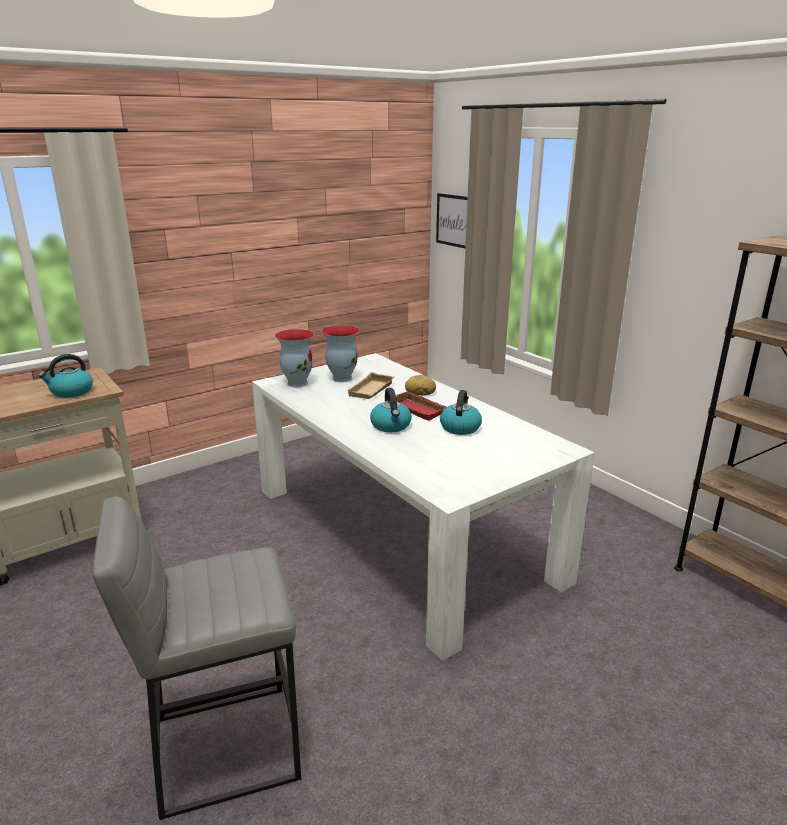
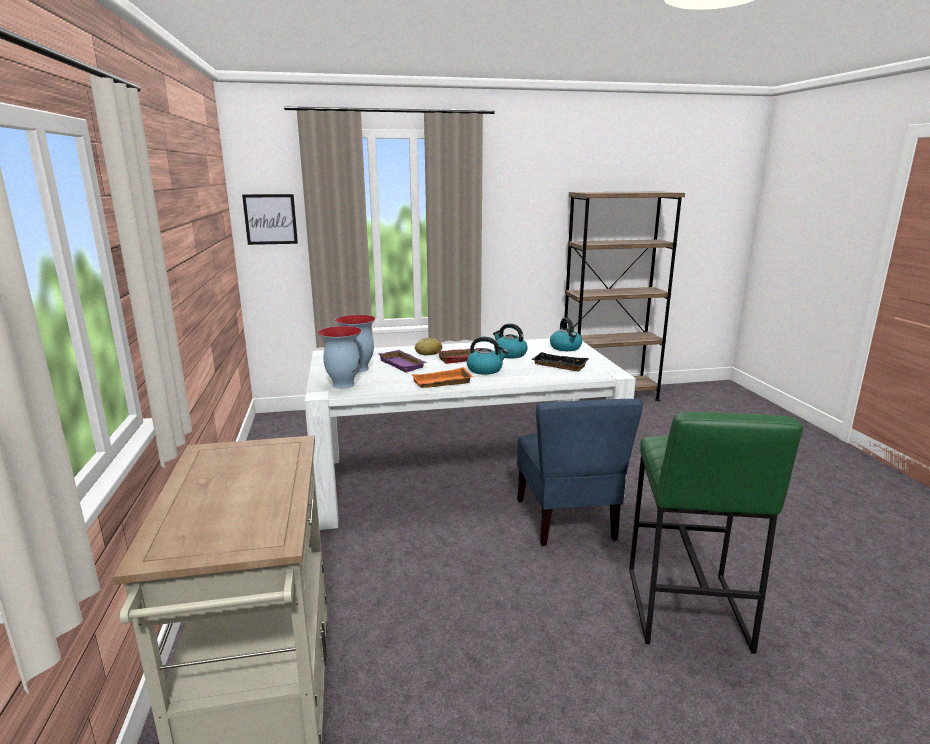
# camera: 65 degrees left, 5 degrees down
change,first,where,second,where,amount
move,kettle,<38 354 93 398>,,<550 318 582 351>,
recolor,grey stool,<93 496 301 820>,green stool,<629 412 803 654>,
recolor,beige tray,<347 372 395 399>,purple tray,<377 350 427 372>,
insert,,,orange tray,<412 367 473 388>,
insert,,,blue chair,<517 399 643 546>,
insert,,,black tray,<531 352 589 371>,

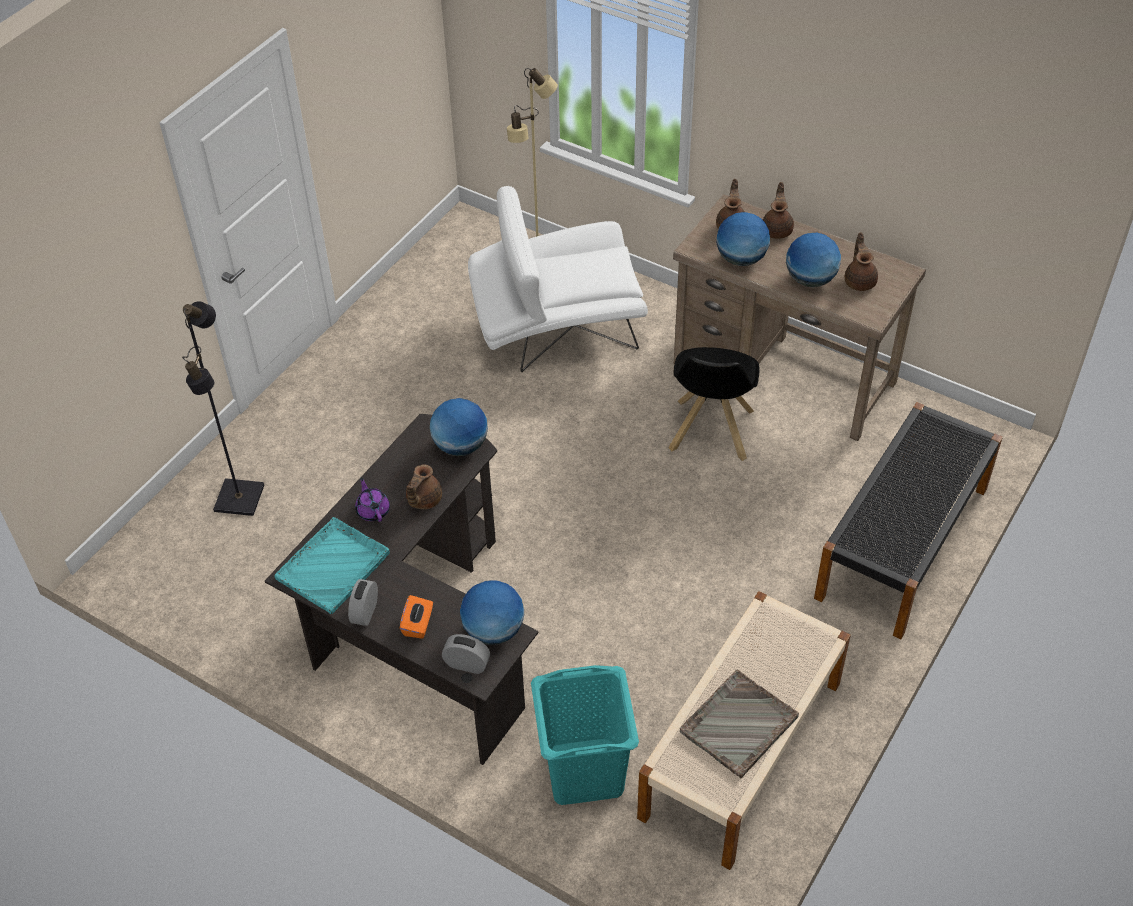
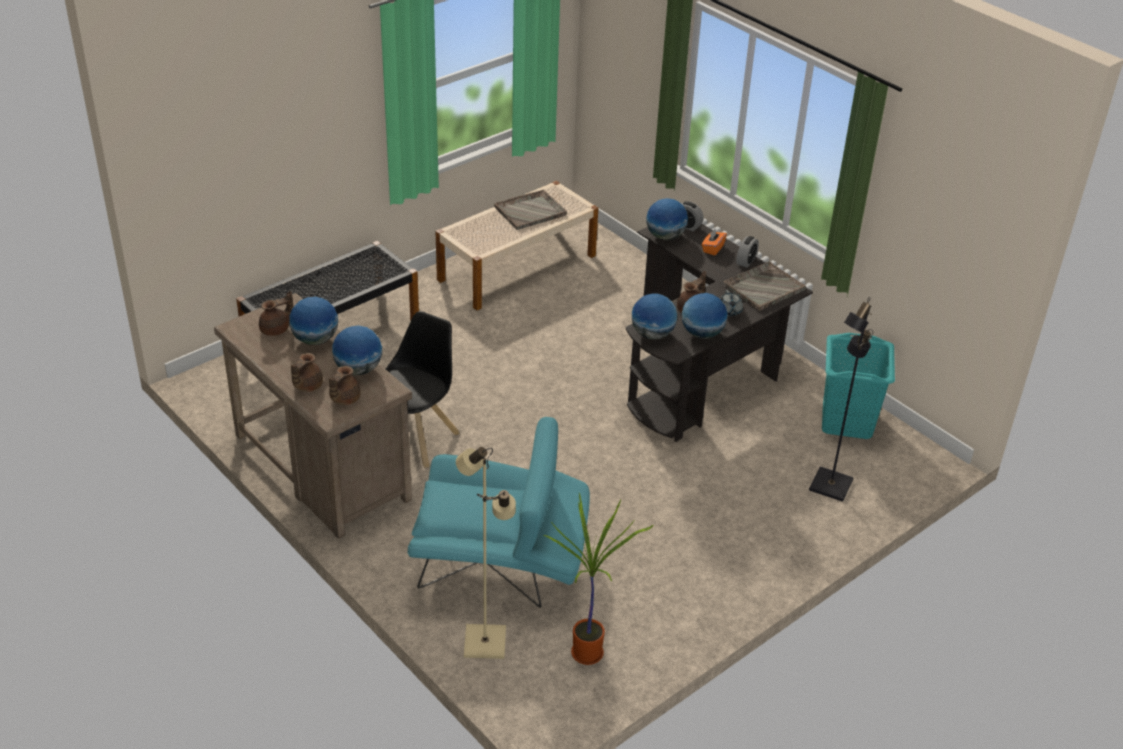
# camera: 165 degrees left, 10 degrees down
change,first,where,second,where,amount
recolor,turquoise tray,<274 517 390 614>,grey tray,<723 262 806 311>,
recolor,purple teapot,<355 477 390 522>,grey teapot,<720 290 743 316>,
recolor,white armchair,<468 186 648 372>,turquoise armchair,<408 417 590 608>,
move,turquoise laundry basket,<531 665 639 805>,,<822 333 895 439>,
rotate,brown teapot,<845 232 878 291>,,<259 291 293 336>,135 degrees counterclockwise
insert,,,potted plant,<544 493 654 665>,
insert,,,globe,<682 293 728 339>,

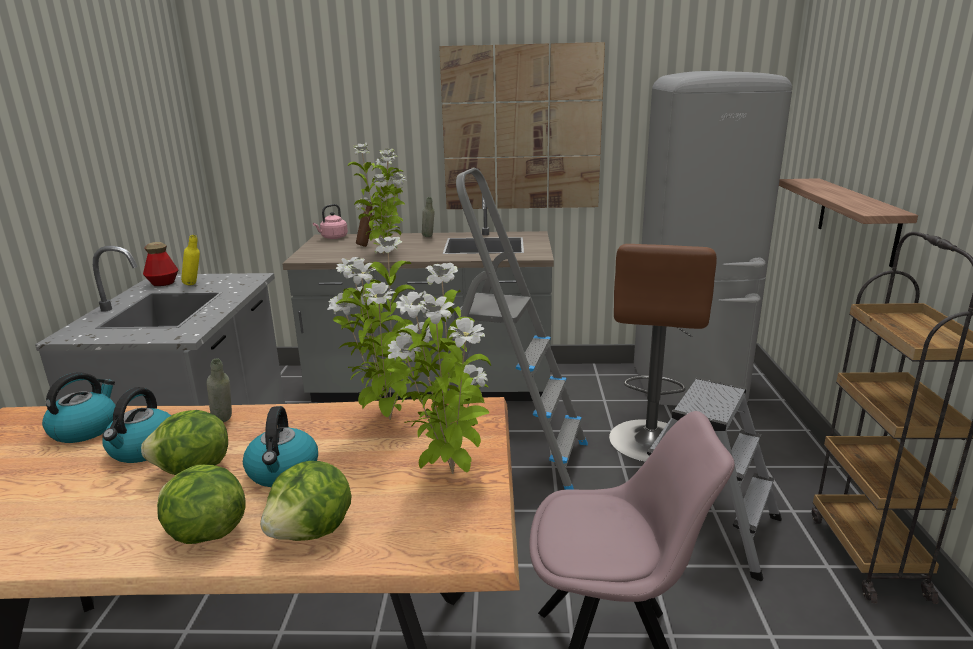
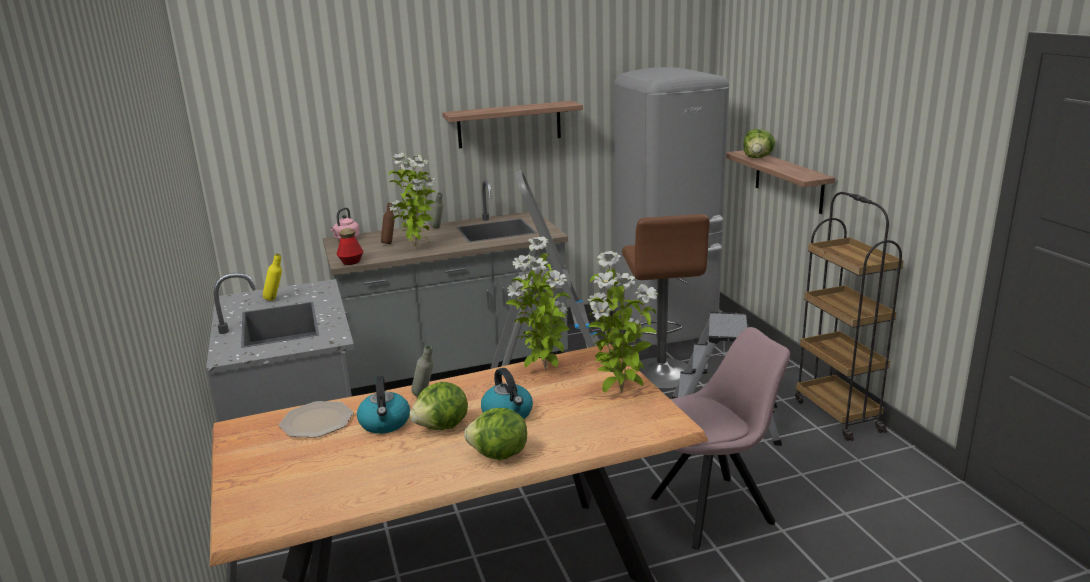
# camera: 20 degrees left, 0 degrees up
change,first,where,second,where,amount
replace,kettle,<42 372 116 443>,plate,<279 401 353 438>,
move,bottle,<143 242 178 286>,,<336 228 364 265>,
move,lettuce,<260 461 351 541>,,<744 129 775 158>,
replace,picture,<439 42 605 209>,shelf,<442 101 583 148>,

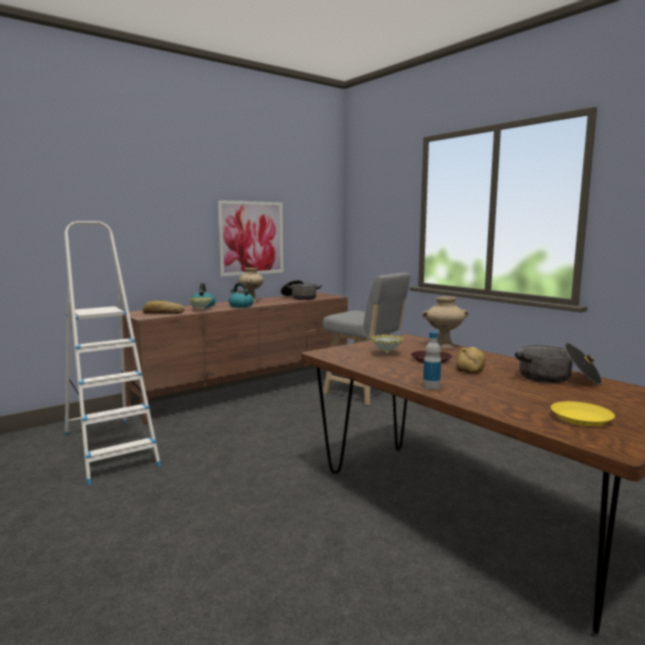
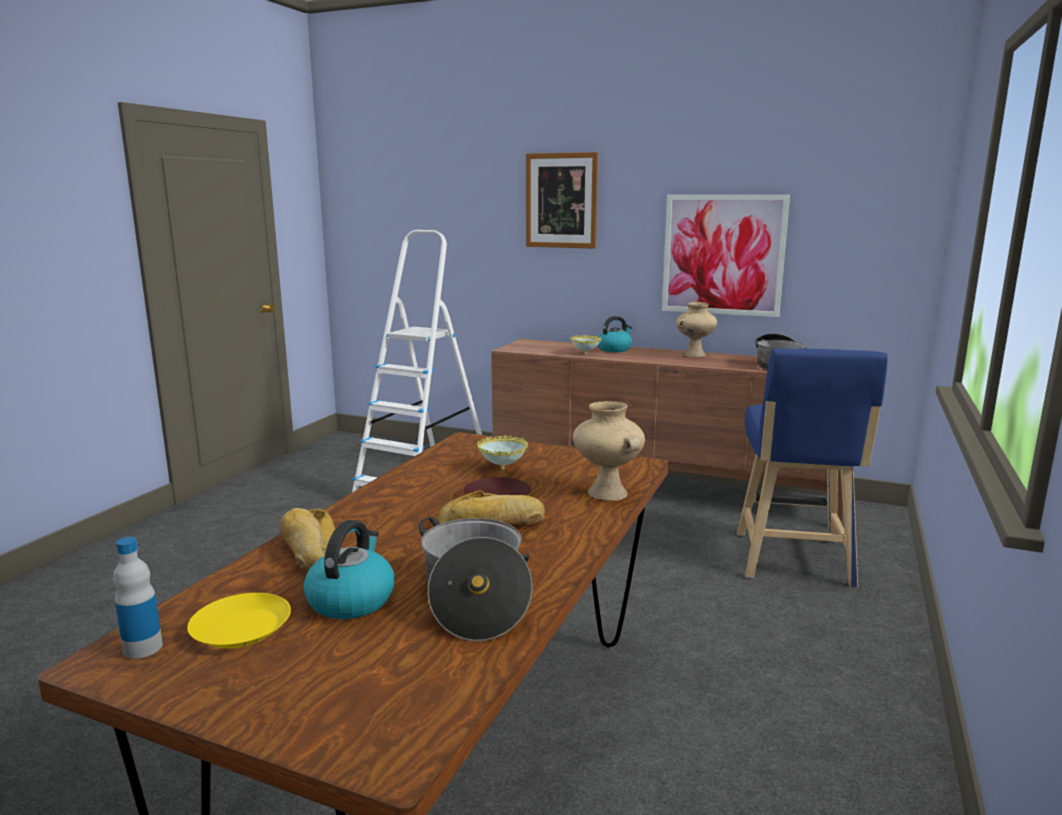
# camera: 60 degrees right, 5 degrees up
change,first,where,second,where,amount
move,bread,<143 300 184 314>,,<280 508 341 573>,
move,kettle,<229 283 254 308>,,<304 520 395 619>,
recolor,grey stool,<322 273 410 406>,blue stool,<737 348 888 587>,
move,bottle,<423 332 441 389>,,<113 537 163 659>,
insert,,,picture,<526 152 598 249>,

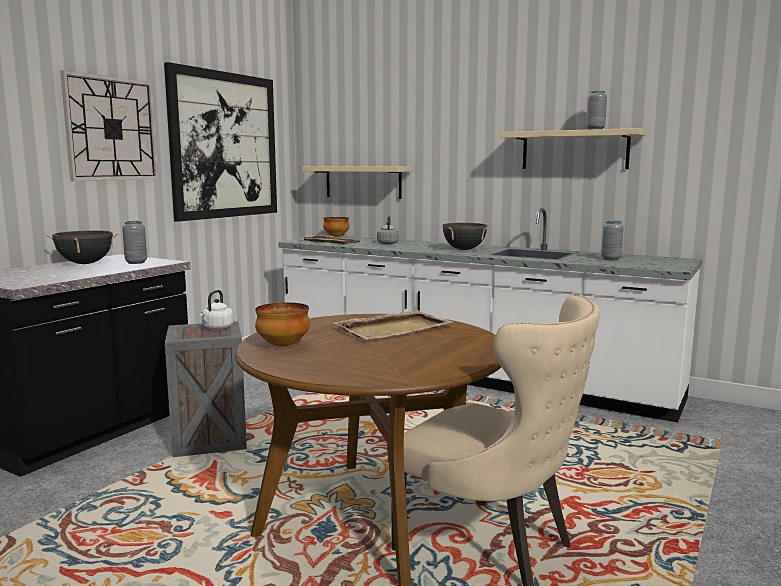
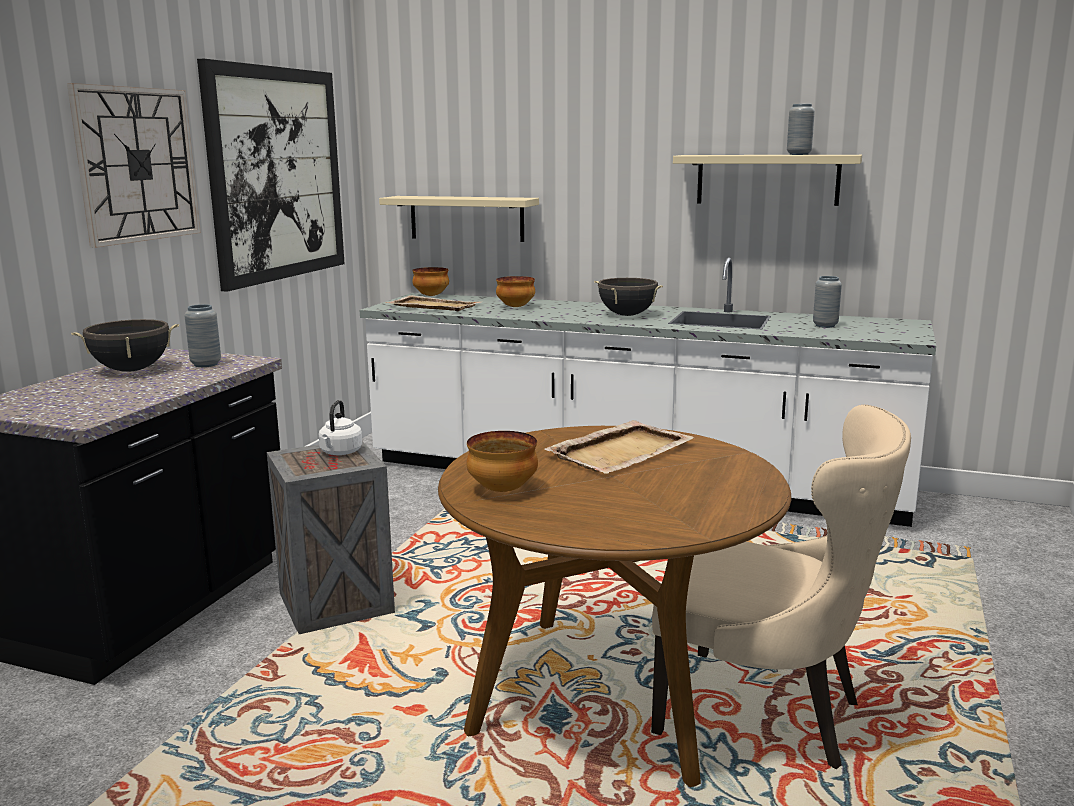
# camera: 10 degrees left, 5 degrees up
change,first,where,second,where,amount
replace,grey kettle,<377 216 399 244>,bowl,<496 276 535 307>,

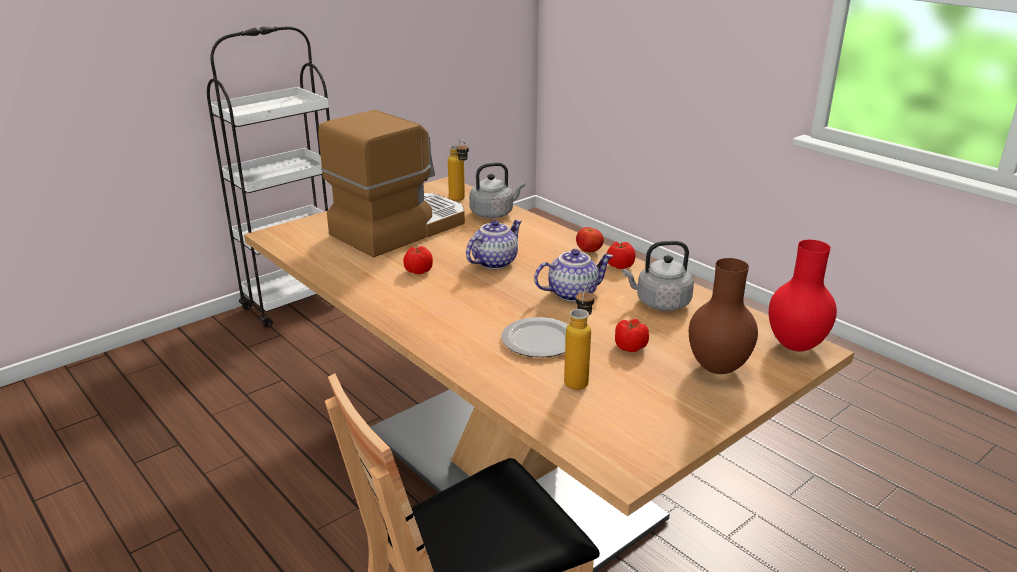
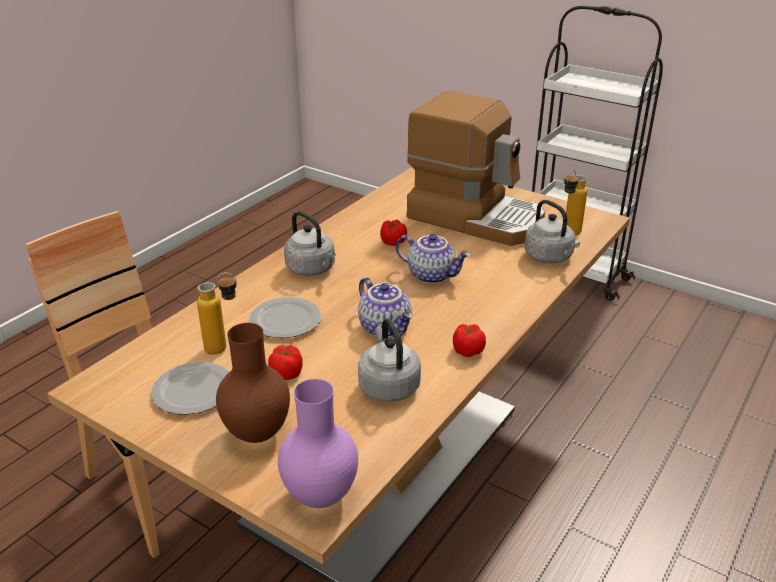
# camera: 75 degrees right, 5 degrees up
change,first,where,second,where,amount
delete,tomato,<576 227 604 252>,,,
recolor,red vase,<769 240 837 351>,purple vase,<278 379 358 508>,
insert,,,plate,<151 362 229 415>,
insert,,,grey kettle,<284 211 336 276>,

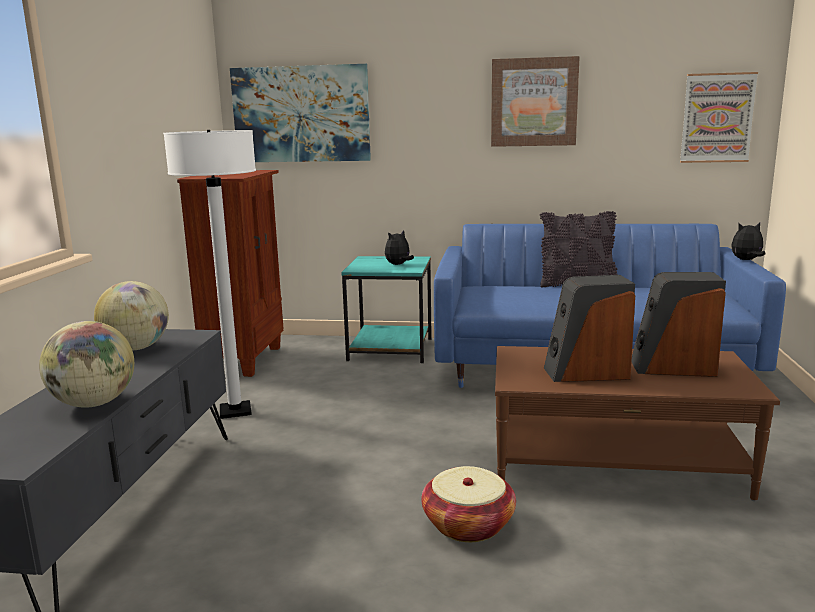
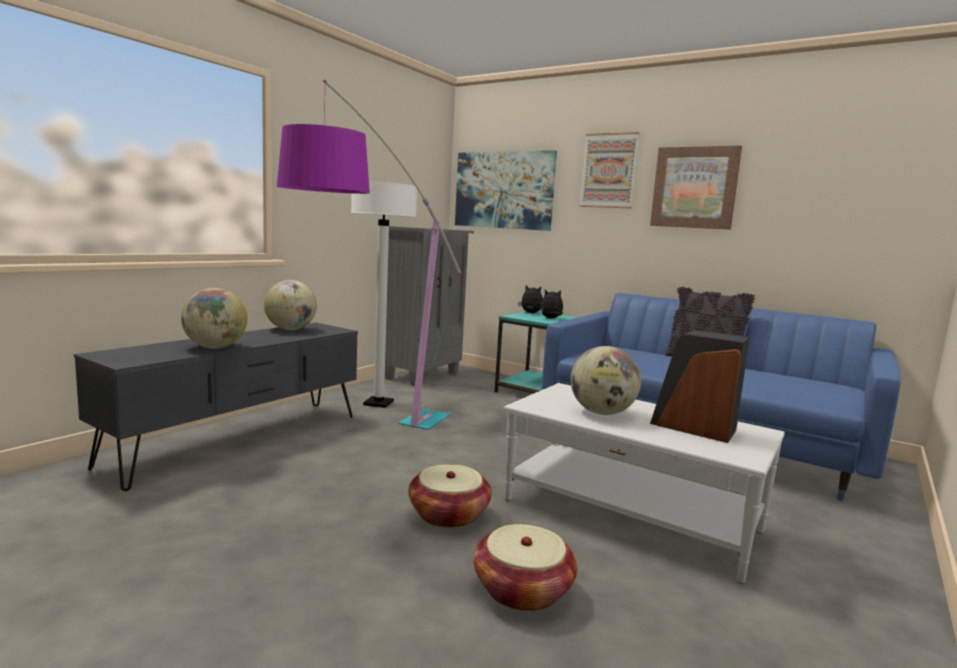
# camera: 25 degrees right, 5 degrees down
change,first,where,second,where,amount
recolor,brown cabinet,<177 170 283 377>,grey cabinet,<385 226 474 386>,
recolor,brown coffee table,<495 346 780 501>,white coffee table,<503 383 785 584>,
replace,speaker,<544 275 635 382>,globe,<571 346 641 415>,
move,picture,<680 72 758 163>,,<580 132 640 209>,
move,plush toy,<731 222 765 260>,,<518 285 543 313>,
insert,,,floor lamp,<277 79 462 430>,
insert,,,basket,<473 524 578 611>,

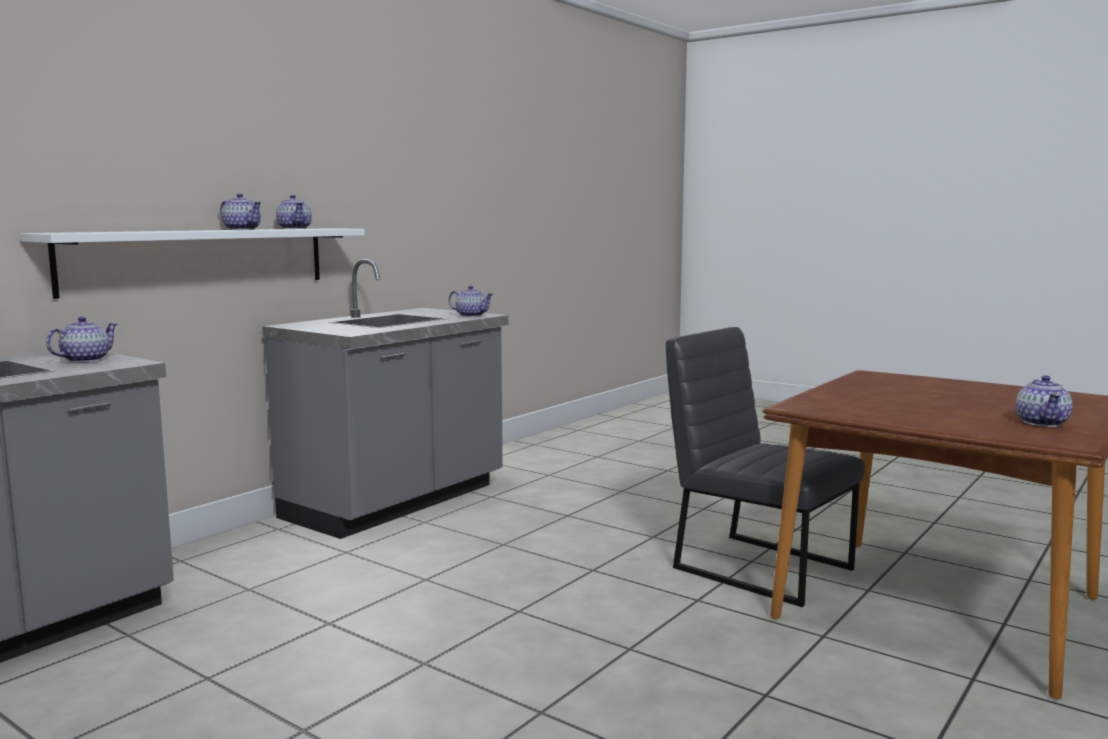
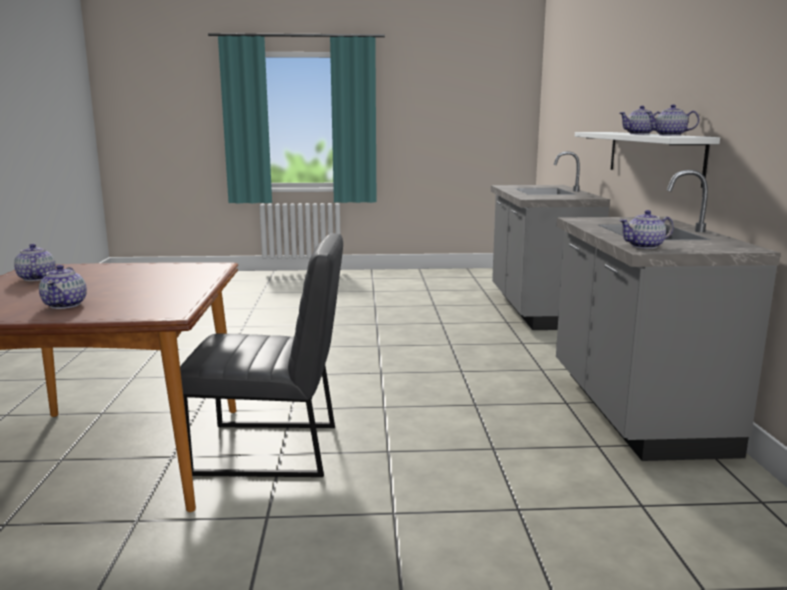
# camera: 140 degrees right, 5 degrees up
change,first,where,second,where,amount
move,teapot,<46 317 118 362>,,<39 265 87 309>,

